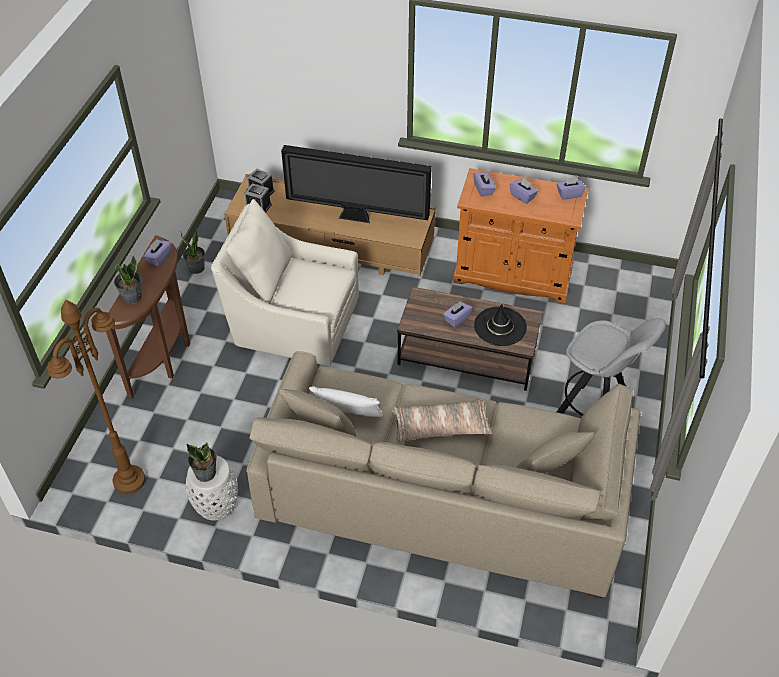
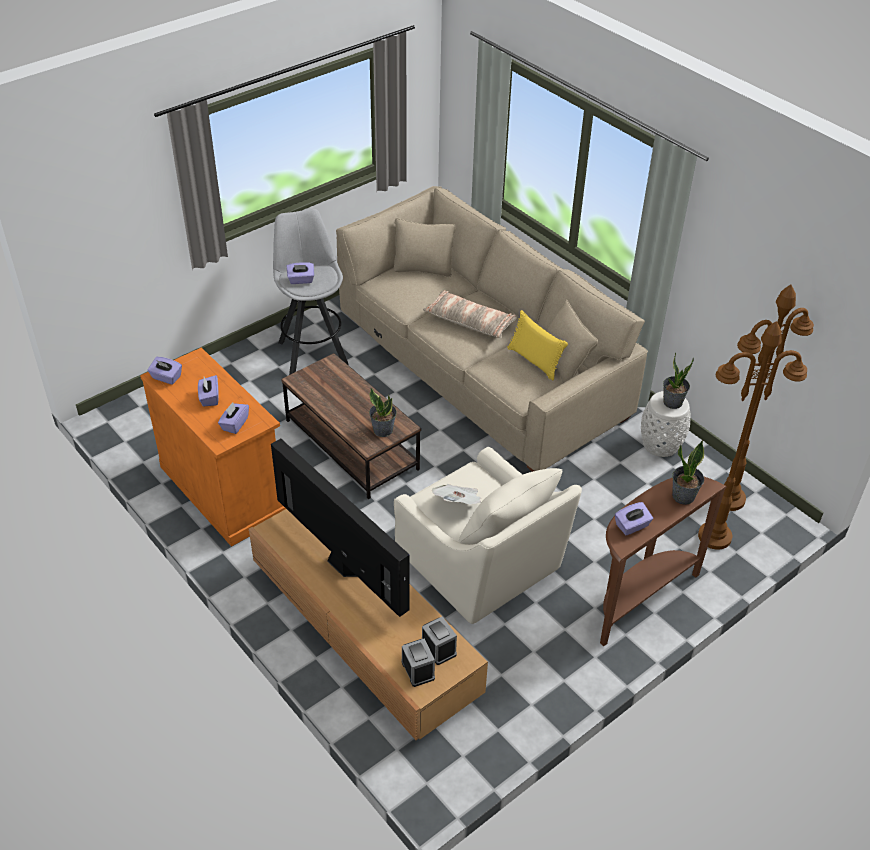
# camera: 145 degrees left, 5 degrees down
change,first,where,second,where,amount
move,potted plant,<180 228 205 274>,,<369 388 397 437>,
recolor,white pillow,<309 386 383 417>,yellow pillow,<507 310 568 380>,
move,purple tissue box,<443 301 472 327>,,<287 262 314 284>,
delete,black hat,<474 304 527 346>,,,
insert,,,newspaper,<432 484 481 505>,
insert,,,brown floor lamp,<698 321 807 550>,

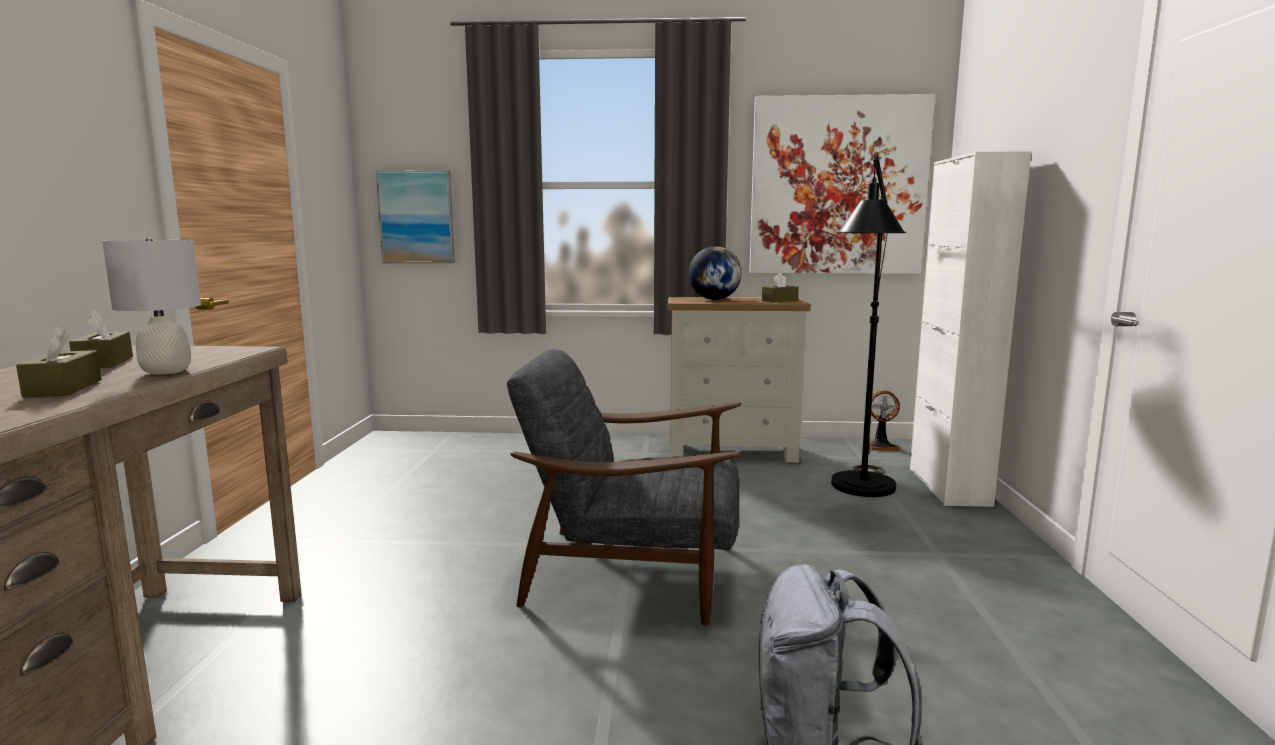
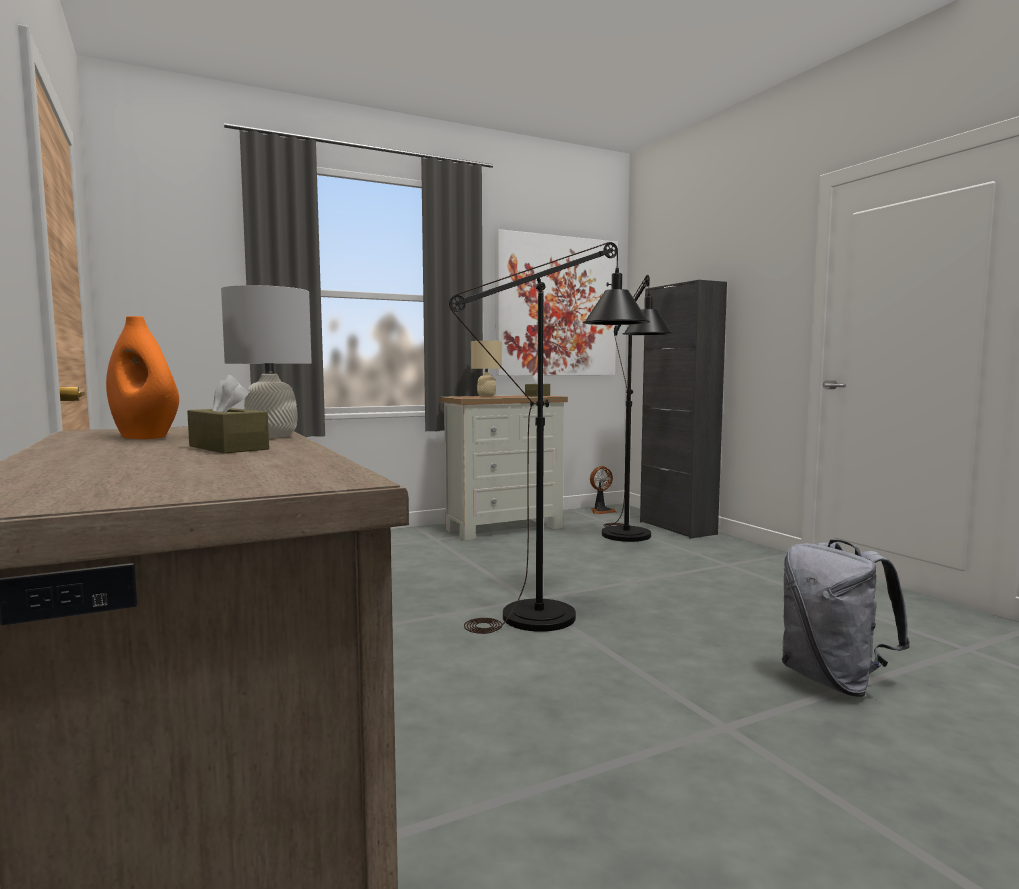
# camera: 30 degrees left, 5 degrees down
change,first,where,second,where,amount
replace,brown tissue box,<69 310 133 368>,orange vase,<106 316 179 439>,
delete,picture,<376 170 455 263>,,,
replace,grey armchair,<507 349 741 626>,black floor lamp,<449 242 650 634>,
replace,globe,<689 246 742 300>,beige table lamp,<471 340 502 397>,
recolor,white cabinet,<910 151 1031 507>,black cabinet,<640 280 727 539>,

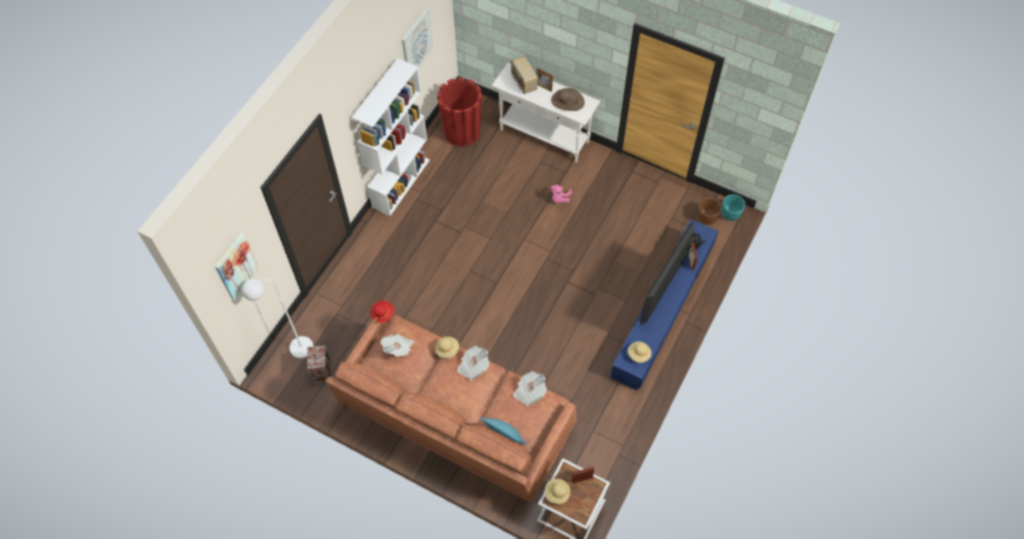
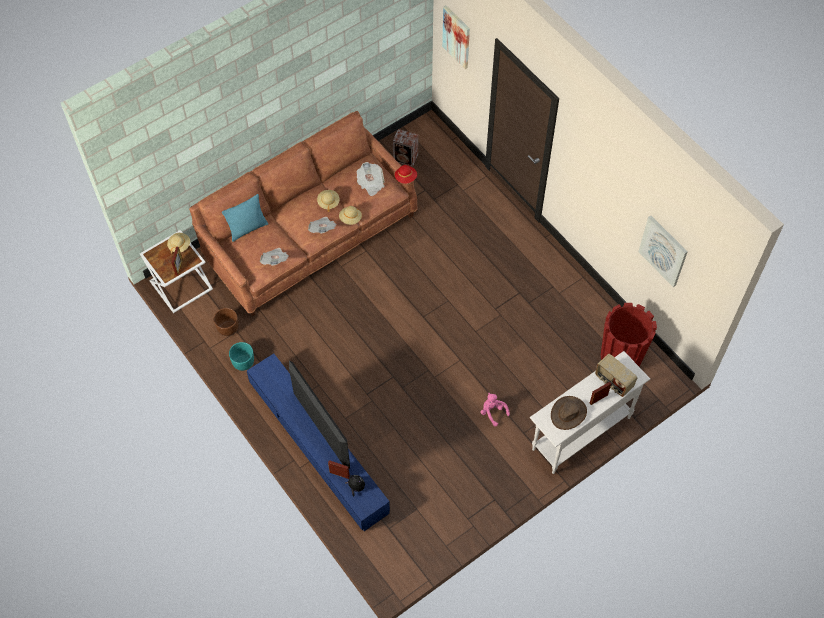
# camera: 115 degrees right, 0 degrees up
change,first,where,second,where,amount
delete,white floor lamp,<242 279 314 359>,,,
delete,white bookcase,<352 59 430 216>,,,
rotate,radio,<511 56 538 94>,,<595 354 637 397>,135 degrees counterclockwise
move,beige hat,<628 341 652 363>,,<317 190 339 212>,
move,brown planter,<697 198 721 225>,,<214 308 239 336>,
move,turquoise planter,<721 194 745 221>,,<229 342 254 371>,

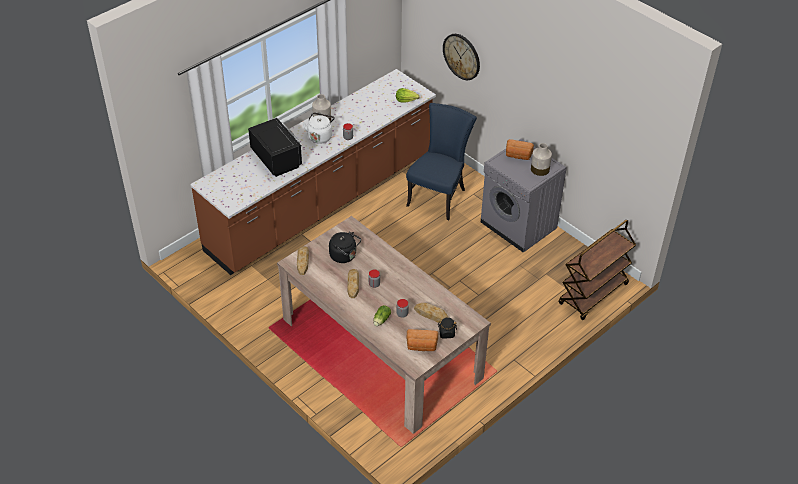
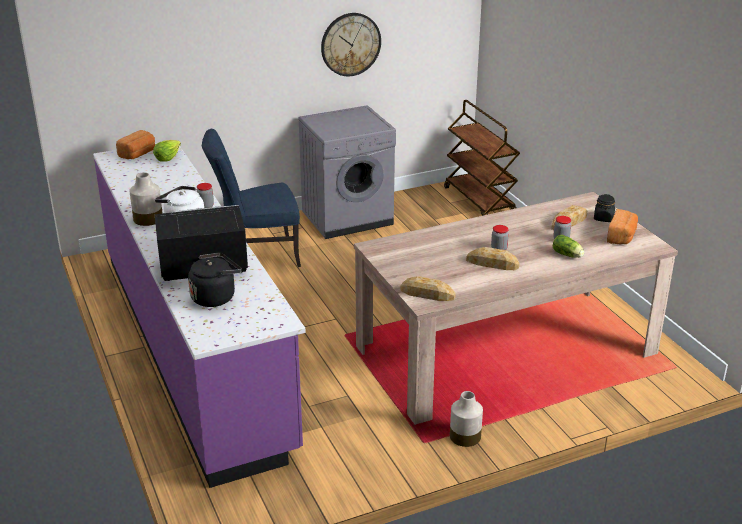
# camera: 70 degrees left, 15 degrees down
change,first,where,second,where,amount
recolor,brown counter,<190 69 436 275>,purple counter,<93 143 305 488>,
move,black kettle,<329 231 361 263>,,<188 253 242 307>,
rotate,blue chair,<406 103 477 220>,,<202 129 301 267>,60 degrees counterclockwise
move,wall clock,<443 34 480 80>,,<321 13 381 76>,
move,bread,<506 139 534 160>,,<116 130 155 159>,
move,beige vase,<531 143 552 176>,,<450 391 483 447>,

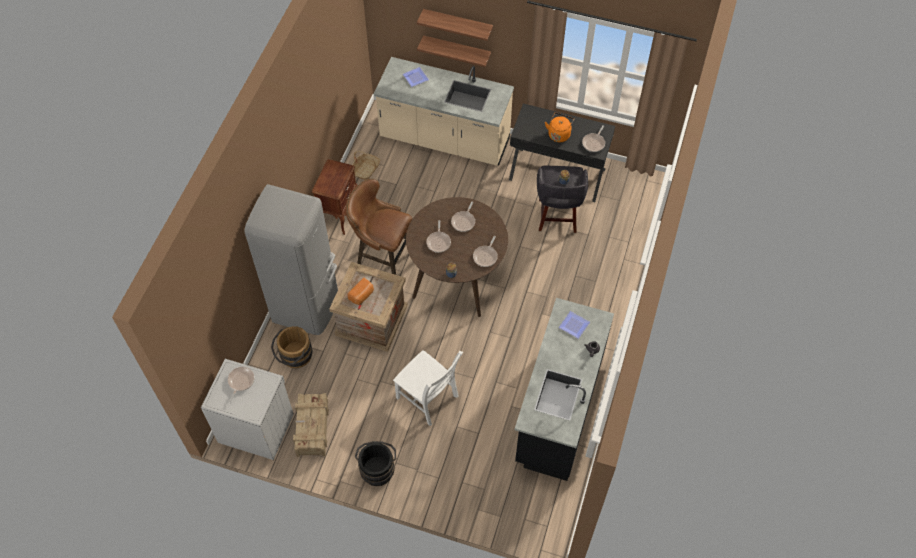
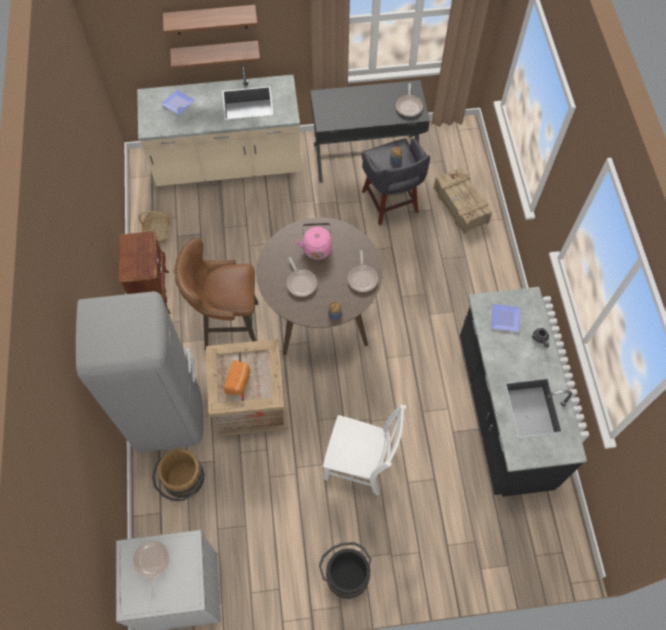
# camera: 25 degrees left, 5 degrees up
change,first,where,second,where,amount
move,crate,<293 393 329 457>,,<434 168 492 234>,
replace,frying pan,<451 202 475 232>,pink kettle,<296 223 332 260>,
delete,orange kettle,<545 113 574 142>,,,

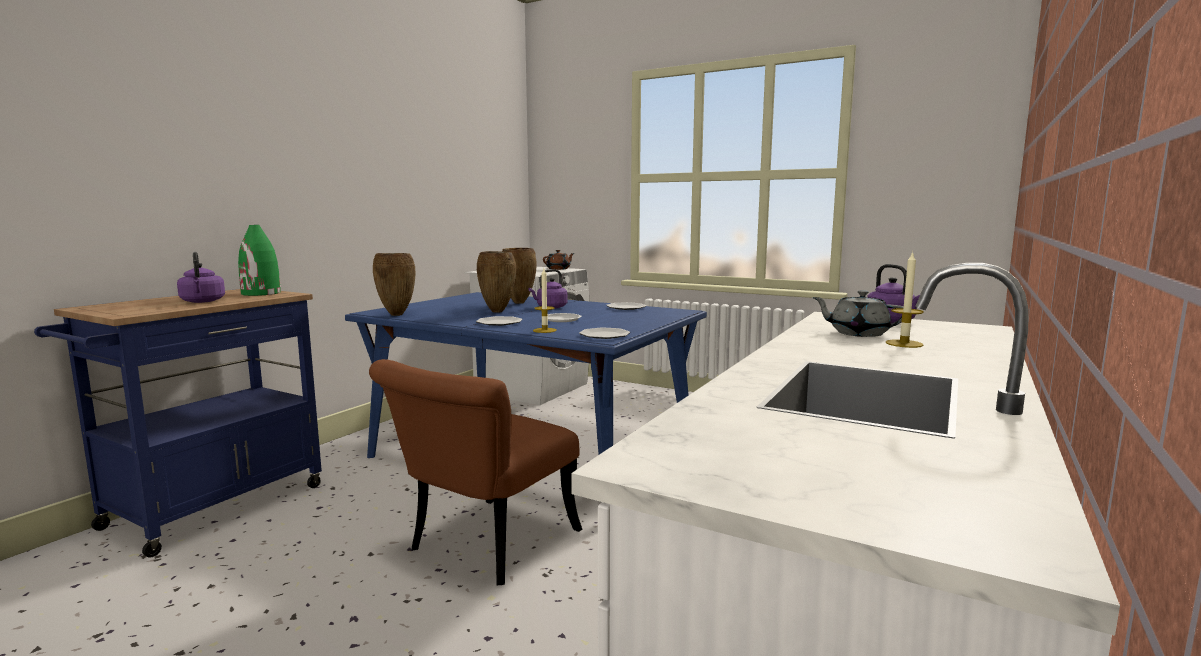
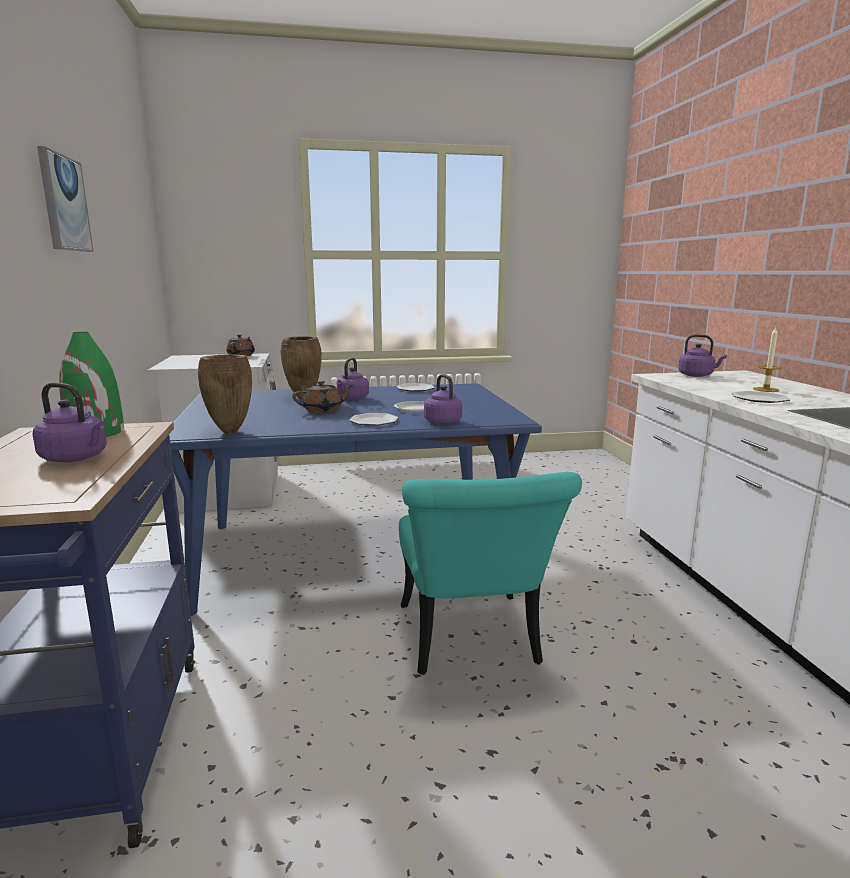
# camera: 40 degrees left, 5 degrees up
change,first,where,second,where,amount
recolor,brown chair,<369 359 582 585>,turquoise chair,<399 472 582 675>,
replace,brown vase,<477 251 516 313>,brown teapot,<293 381 353 413>,
replace,candle,<533 269 557 333>,purple kettle,<424 374 462 424>,
move,plate,<579 327 630 339>,,<732 391 790 403>,
delete,grey teapot,<812 290 904 337>,,,
insert,,,picture,<37 146 93 252>,

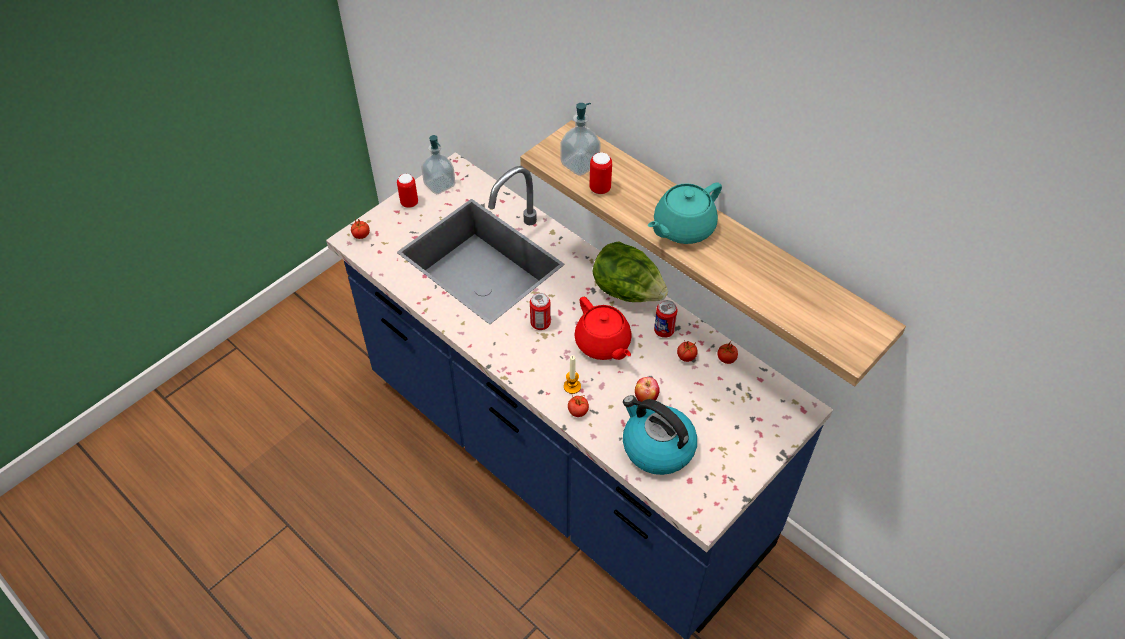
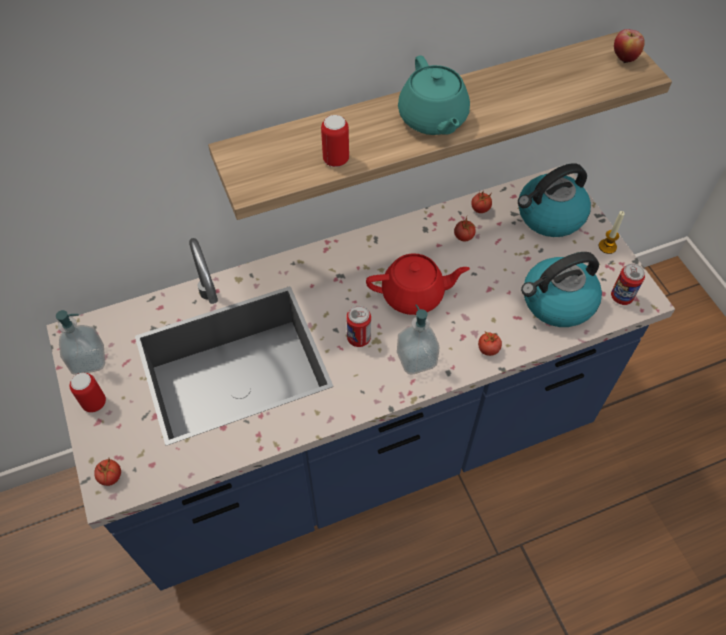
# camera: 65 degrees left, 5 degrees up
change,first,where,second,where,amount
move,soap dispenser,<560 103 601 176>,,<397 305 439 375>,
move,candle,<564 355 581 394>,,<599 211 625 254>,
delete,lettuce,<593 241 668 302>,,,
move,apple,<635 377 660 402>,,<614 29 645 63>,
move,can,<654 300 677 338>,,<611 263 645 305>,
insert,,,kettle,<518 163 591 237>,

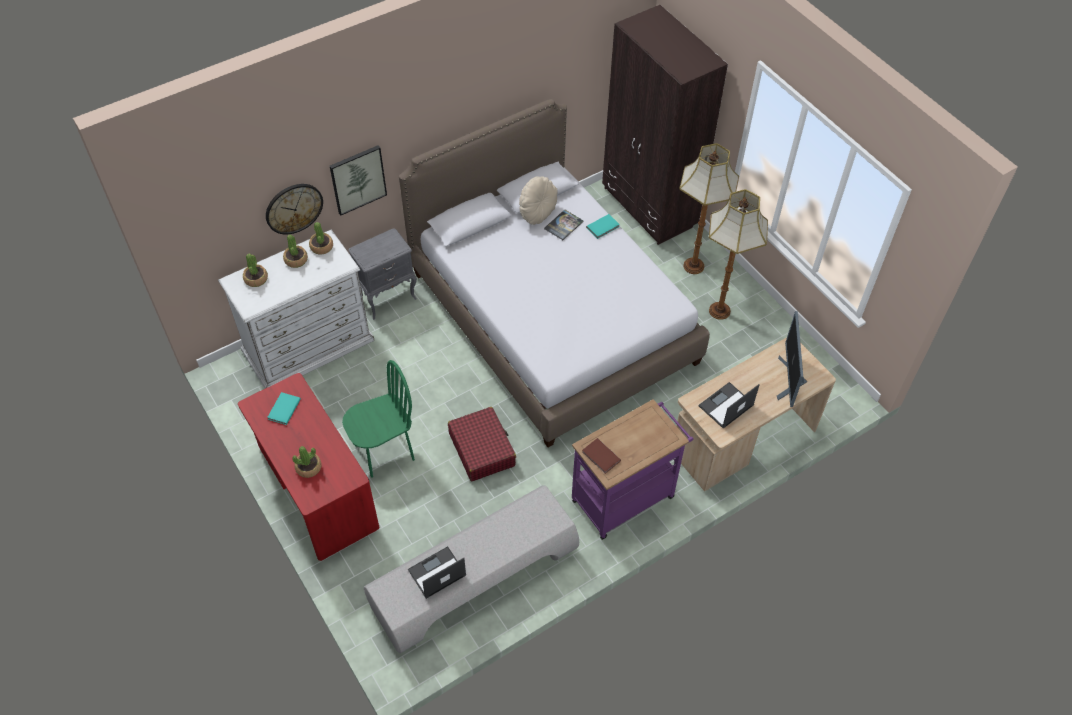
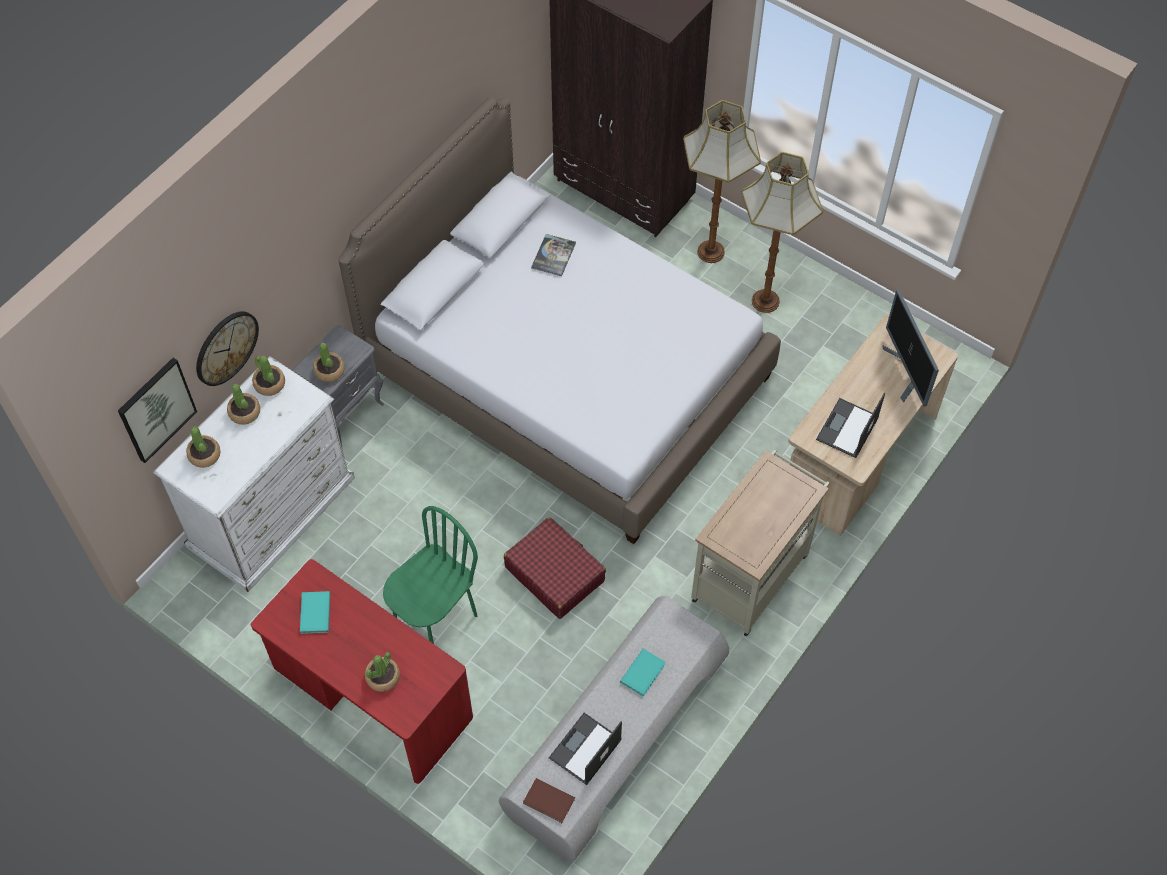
# camera: 20 degrees left, 5 degrees up
change,first,where,second,where,amount
move,picture,<330 145 387 216>,,<118 358 197 463>,
delete,beige pillow,<519 176 558 225>,,,
recolor,purple cart,<572 399 694 540>,beige cart,<691 449 830 636>,
move,brown book,<582 438 621 474>,,<523 778 575 823>,
move,turquoise book,<586 214 620 239>,,<620 649 666 697>,
insert,,,potted plant,<313 342 345 382>,

